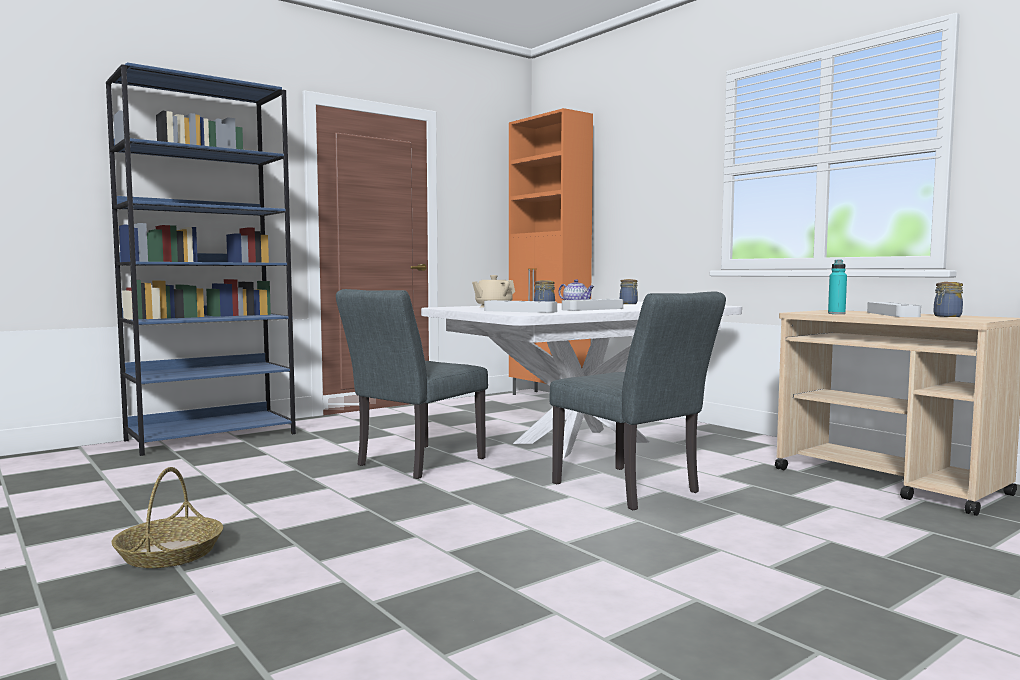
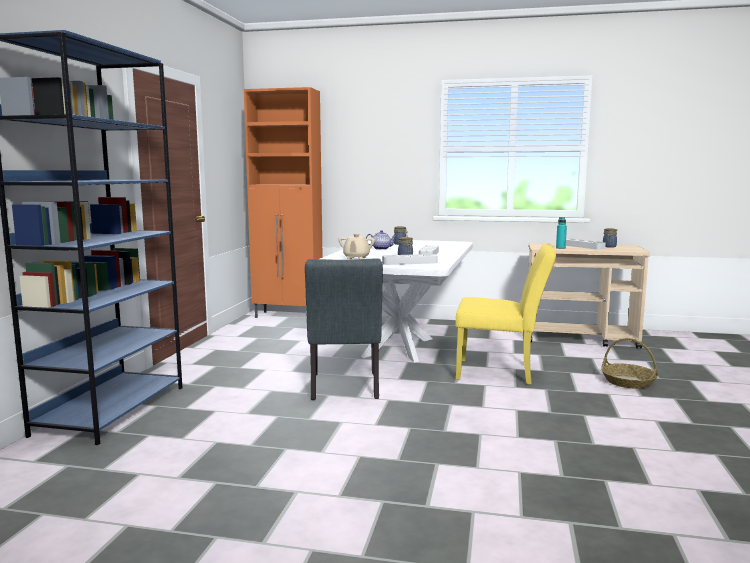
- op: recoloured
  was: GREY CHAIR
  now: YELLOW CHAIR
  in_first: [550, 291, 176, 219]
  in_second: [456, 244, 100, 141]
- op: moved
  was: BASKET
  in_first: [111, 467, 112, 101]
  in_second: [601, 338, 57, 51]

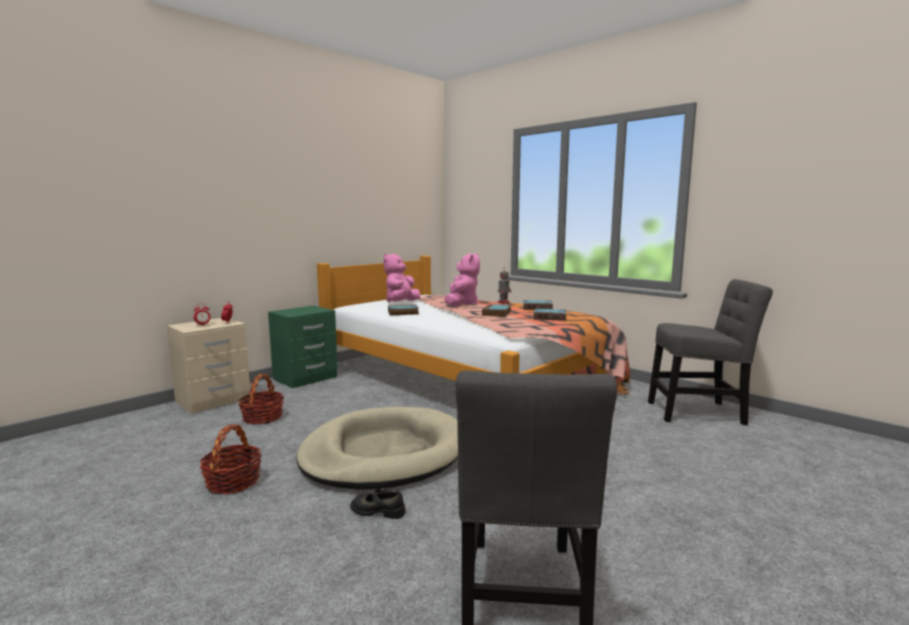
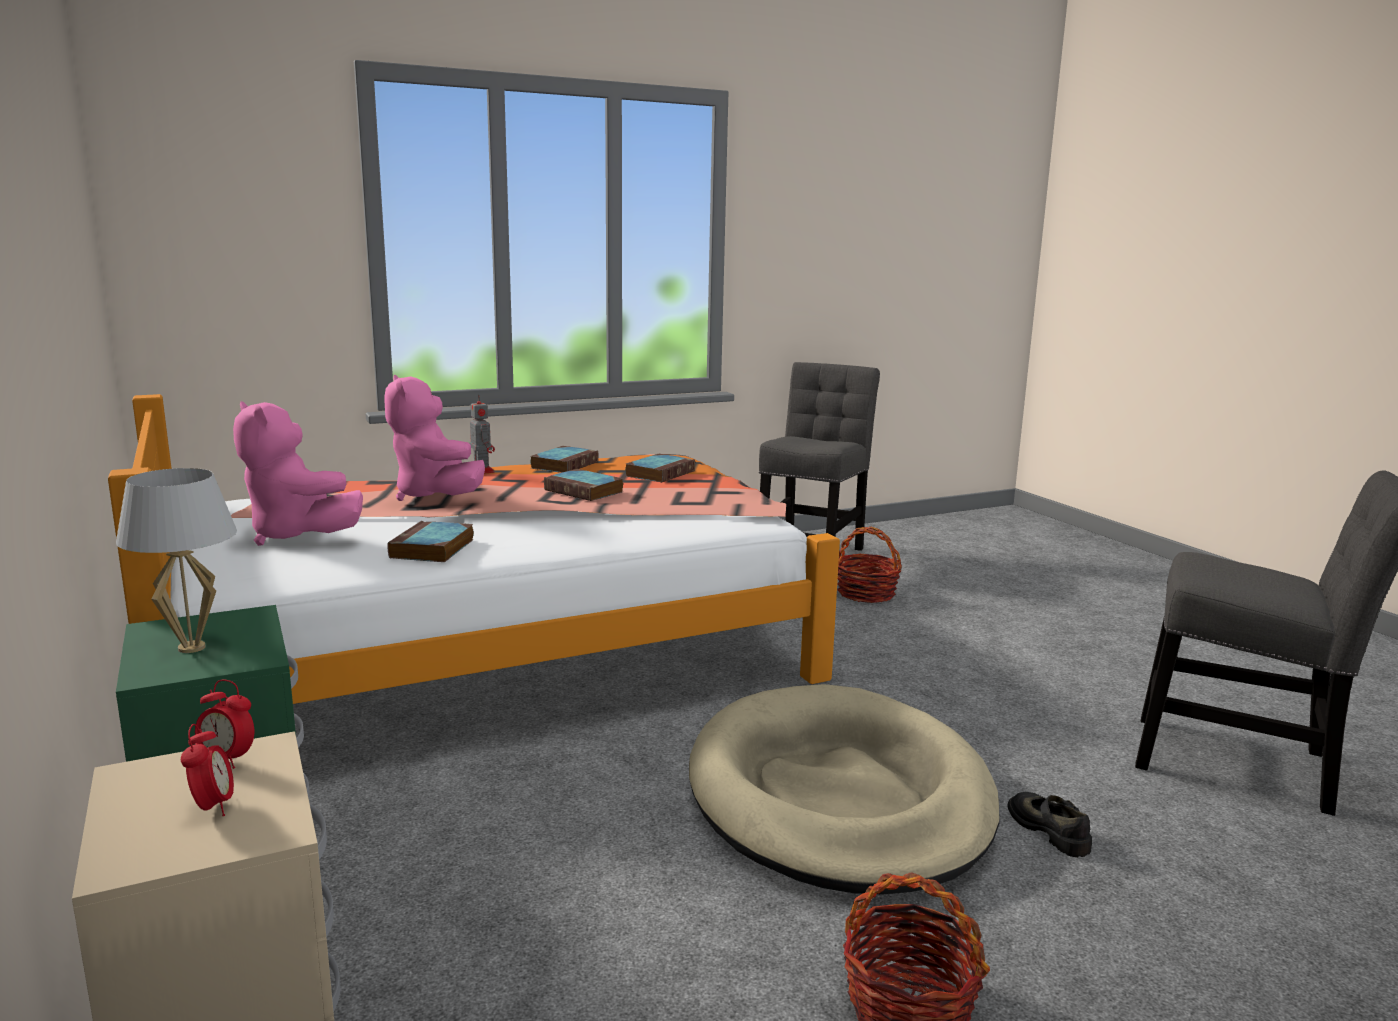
- op: added
  now: WHITE TABLE LAMP
  in_second: [116, 468, 121, 185]
- op: turned
  was: PINK PLUSH TOY
  in_first: [444, 253, 36, 54]
  in_second: [384, 375, 101, 126]
  clockwise: -150
- op: moved
  was: BASKET
  in_first: [238, 374, 46, 51]
  in_second: [837, 527, 65, 76]
- op: turned
  was: BLACK SHOE
  in_first: [350, 489, 55, 30]
  in_second: [1007, 792, 85, 65]
  clockwise: 120

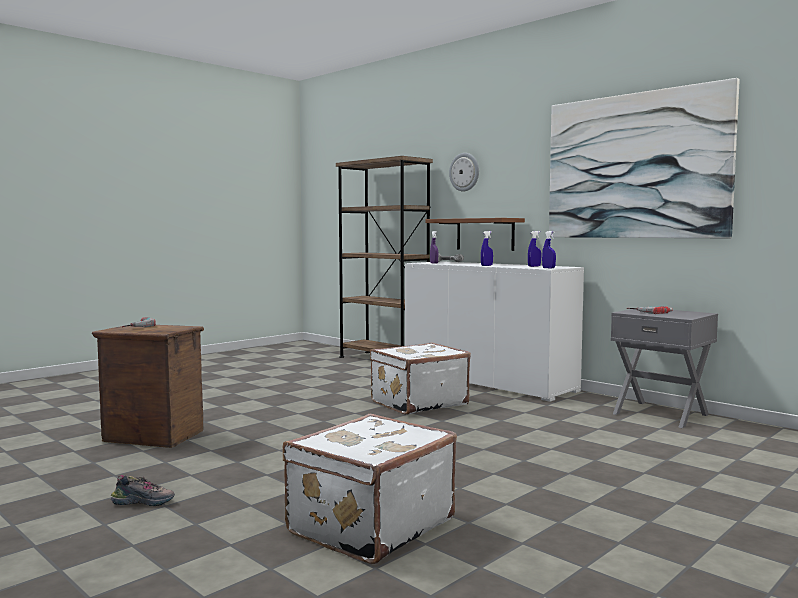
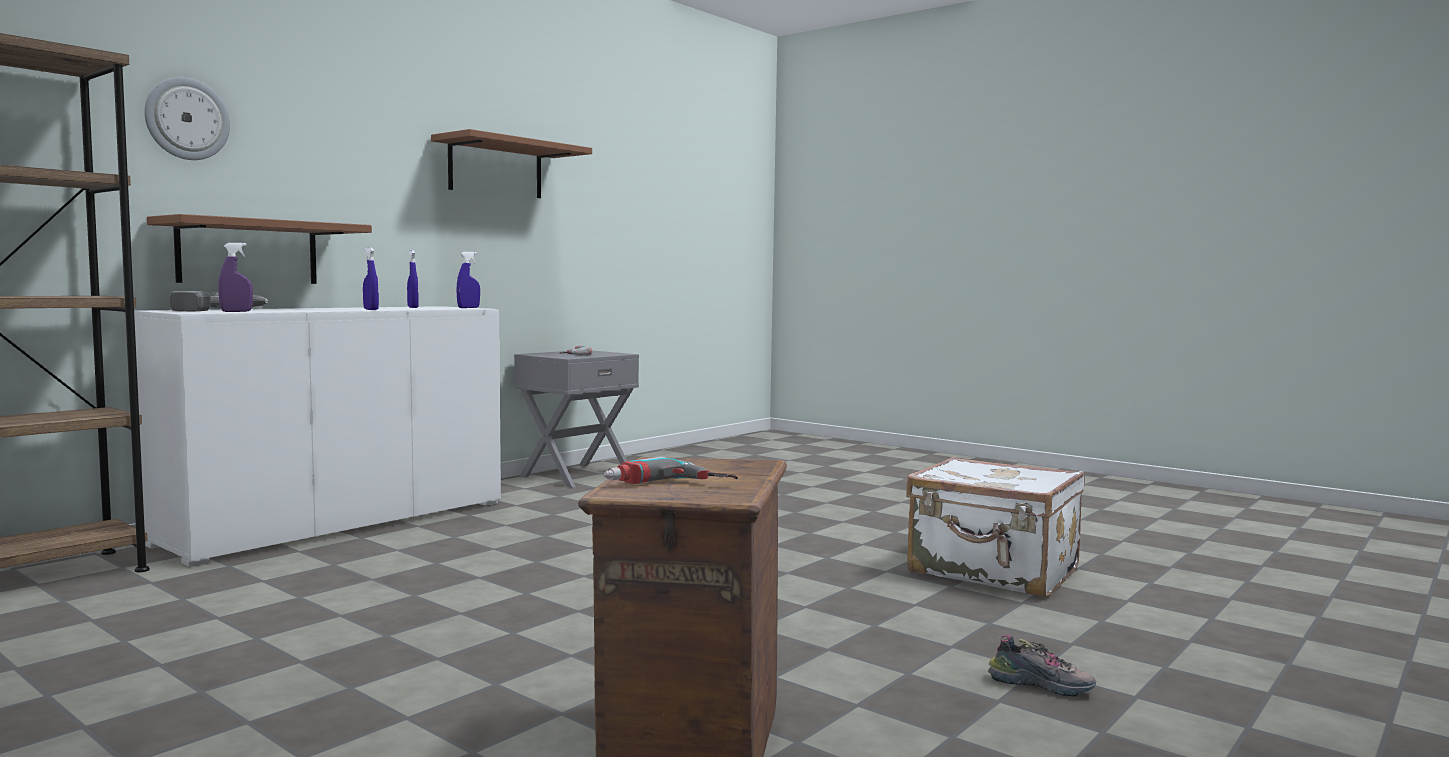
- op: replaced
  was: PICTURE
  now: BROWN SHELF
  in_first: [549, 78, 191, 161]
  in_second: [431, 129, 161, 69]
- op: turned
  was: SHOE
  in_first: [110, 475, 65, 31]
  in_second: [988, 635, 108, 62]
  clockwise: 120
- op: removed
  was: WHITE SUITCASE
  in_first: [370, 342, 101, 73]

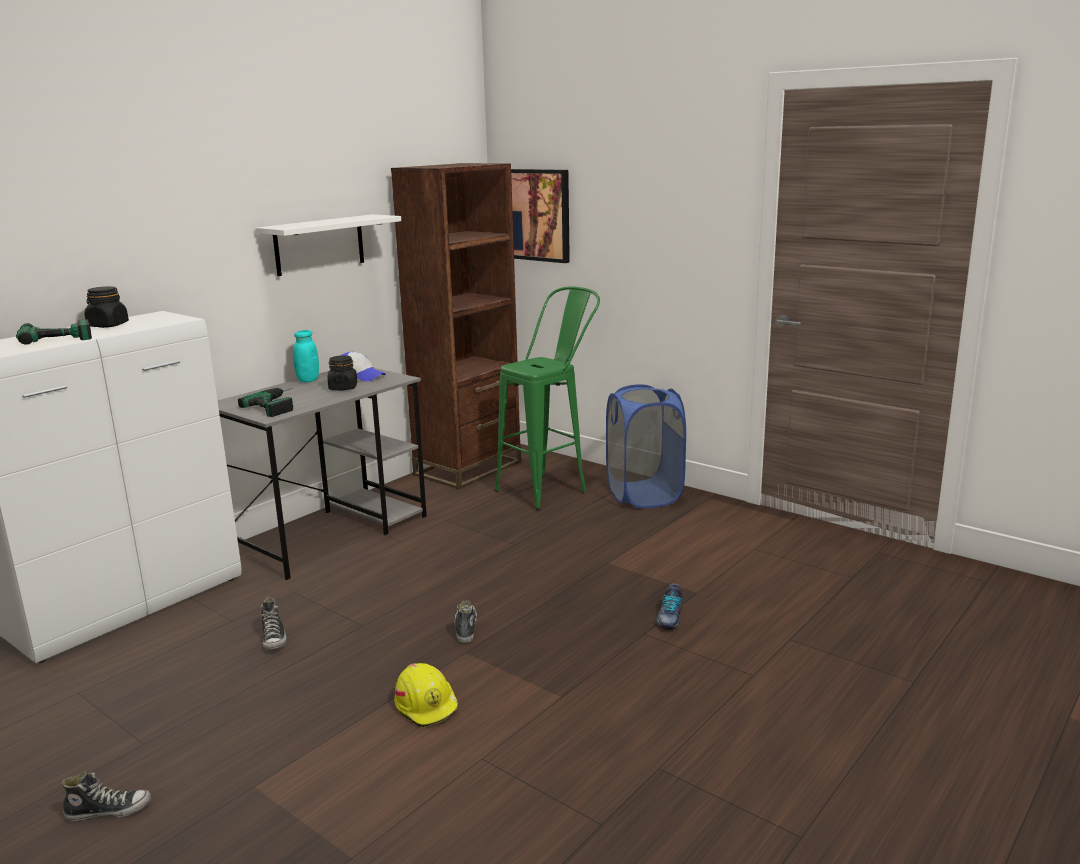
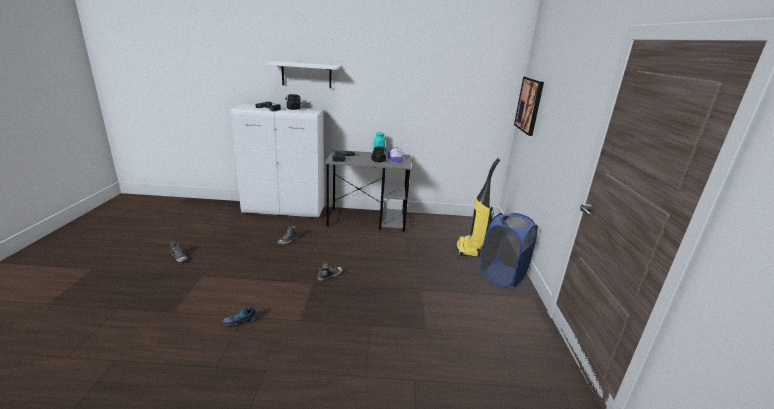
- op: moved
  was: SHOE
  in_first: [656, 584, 26, 46]
  in_second: [222, 306, 36, 21]
- op: moved
  was: WHITE SHELF
  in_first: [256, 214, 145, 62]
  in_second: [267, 61, 73, 27]
- op: replaced
  was: GREEN STOOL
  now: VACUUM CLEANER
  in_first: [494, 286, 106, 224]
  in_second: [456, 158, 44, 99]
- op: removed
  was: BROWN BOOKCASE
  in_first: [391, 163, 130, 326]
- op: removed
  was: YELLOW HARD HAT
  in_first: [394, 663, 65, 65]

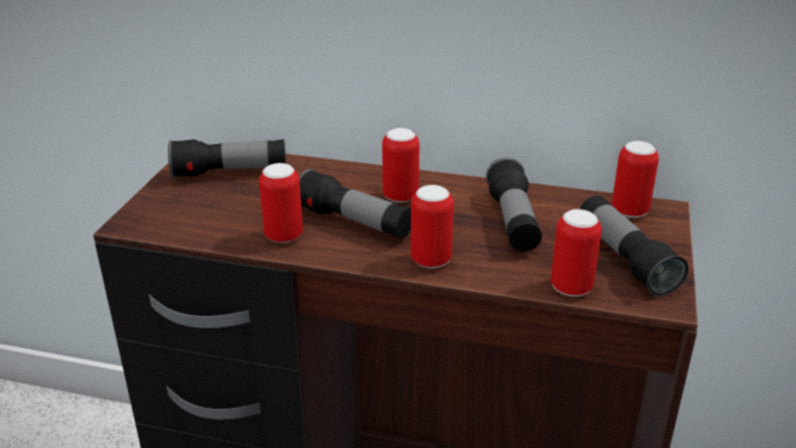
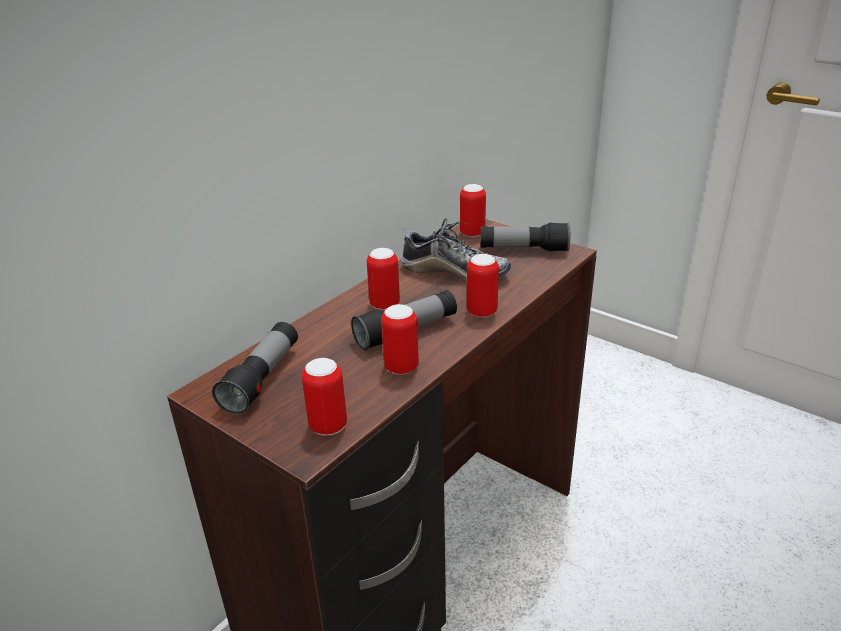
- op: moved
  was: CAN
  in_first: [551, 209, 51, 88]
  in_second: [302, 358, 45, 78]
- op: replaced
  was: FLASHLIGHT
  now: SHOE
  in_first: [486, 158, 56, 94]
  in_second: [401, 218, 110, 63]

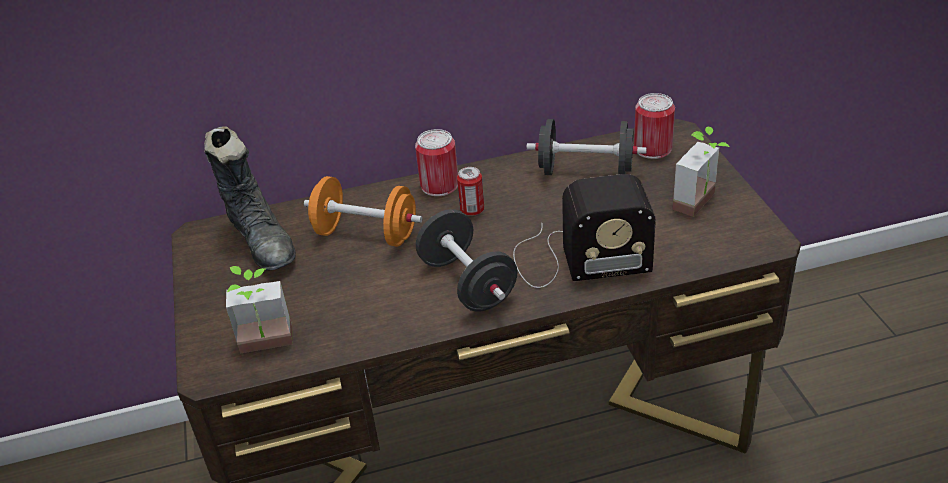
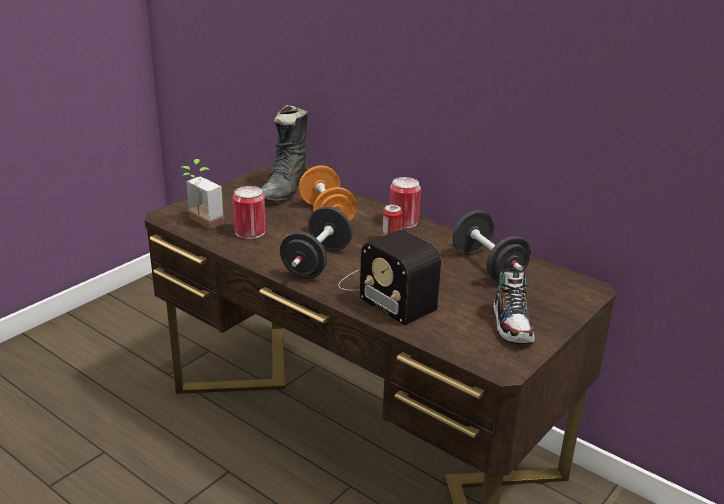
- op: moved
  was: CAN
  in_first: [634, 93, 41, 66]
  in_second: [232, 186, 34, 53]
- op: replaced
  was: POTTED PLANT
  now: SHOE
  in_first: [673, 126, 57, 91]
  in_second: [494, 268, 41, 76]

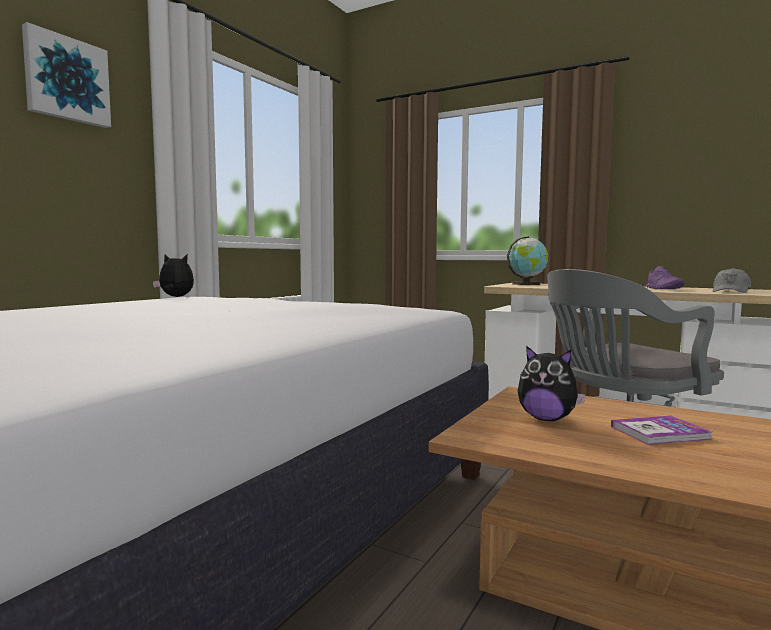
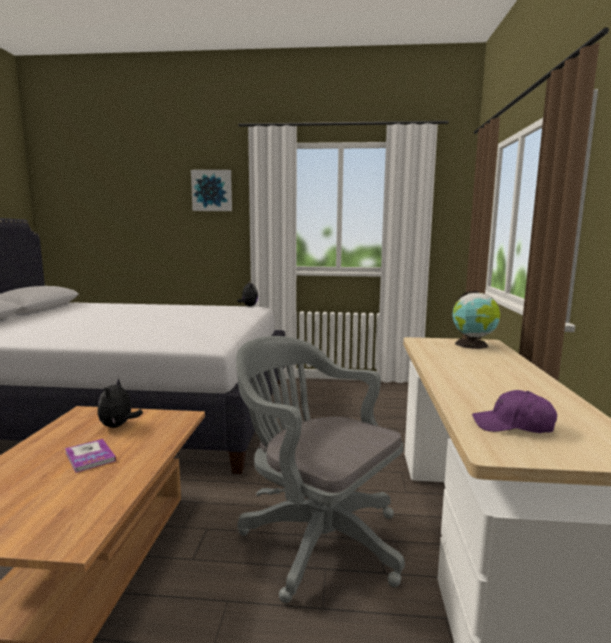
- op: recoloured
  was: GREY CAP
  now: PURPLE CAP
  in_first: [712, 268, 39, 25]
  in_second: [472, 390, 85, 43]
- op: removed
  was: PURPLE SHOE
  in_first: [646, 266, 39, 23]

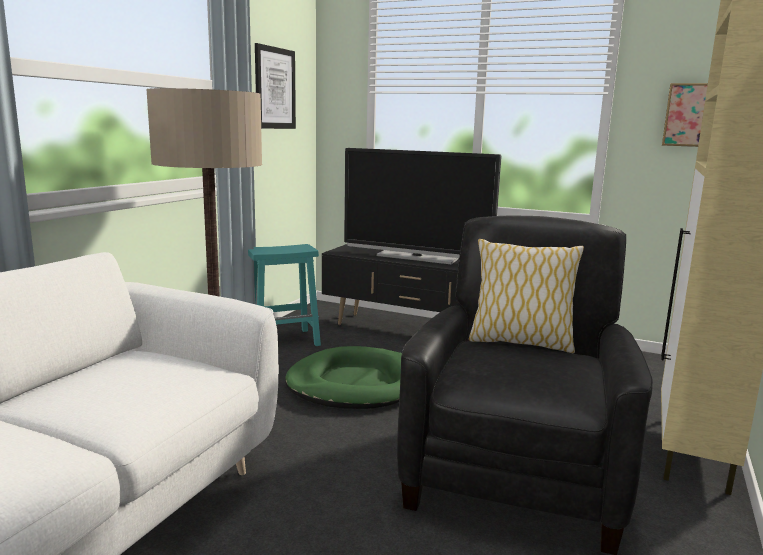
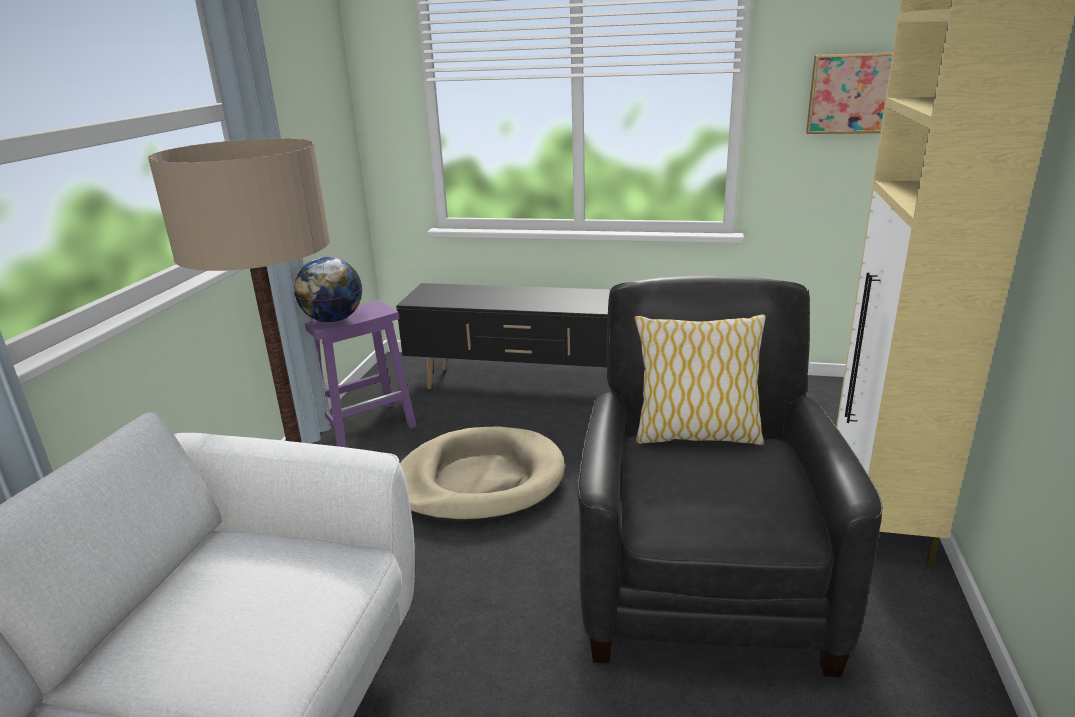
- op: added
  now: GLOBE
  in_second: [294, 257, 68, 65]
- op: recoloured
  was: TURQUOISE STOOL
  now: PURPLE STOOL
  in_first: [248, 244, 73, 102]
  in_second: [305, 300, 112, 147]
- op: recoloured
  was: GREEN DOG BED
  now: BEIGE DOG BED
  in_first: [285, 346, 117, 63]
  in_second: [400, 427, 165, 98]
- op: removed
  was: PICTURE
  in_first: [255, 43, 41, 86]
- op: removed
  was: TELEVISION
  in_first: [344, 148, 158, 116]

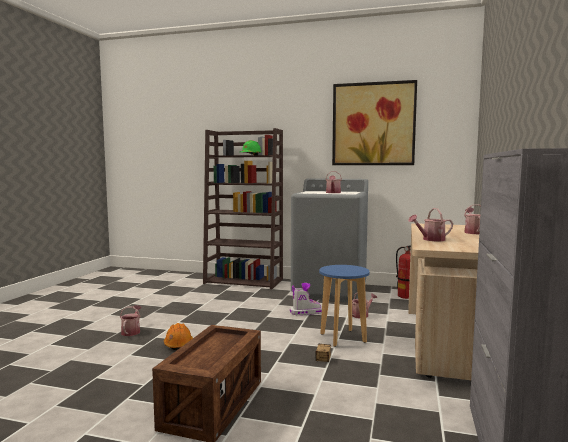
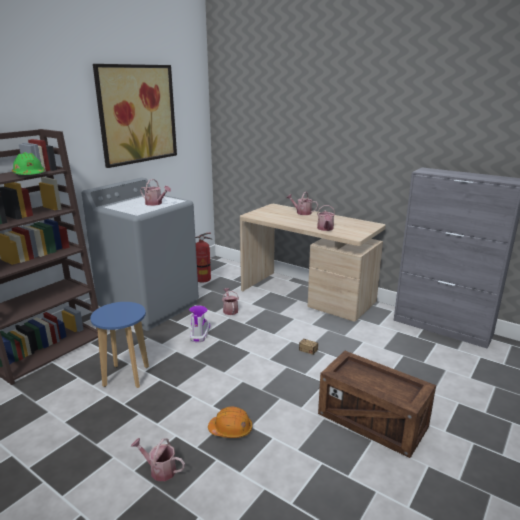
- op: moved
  was: BLUE STOOL
  in_first: [319, 265, 51, 82]
  in_second: [90, 302, 59, 86]

